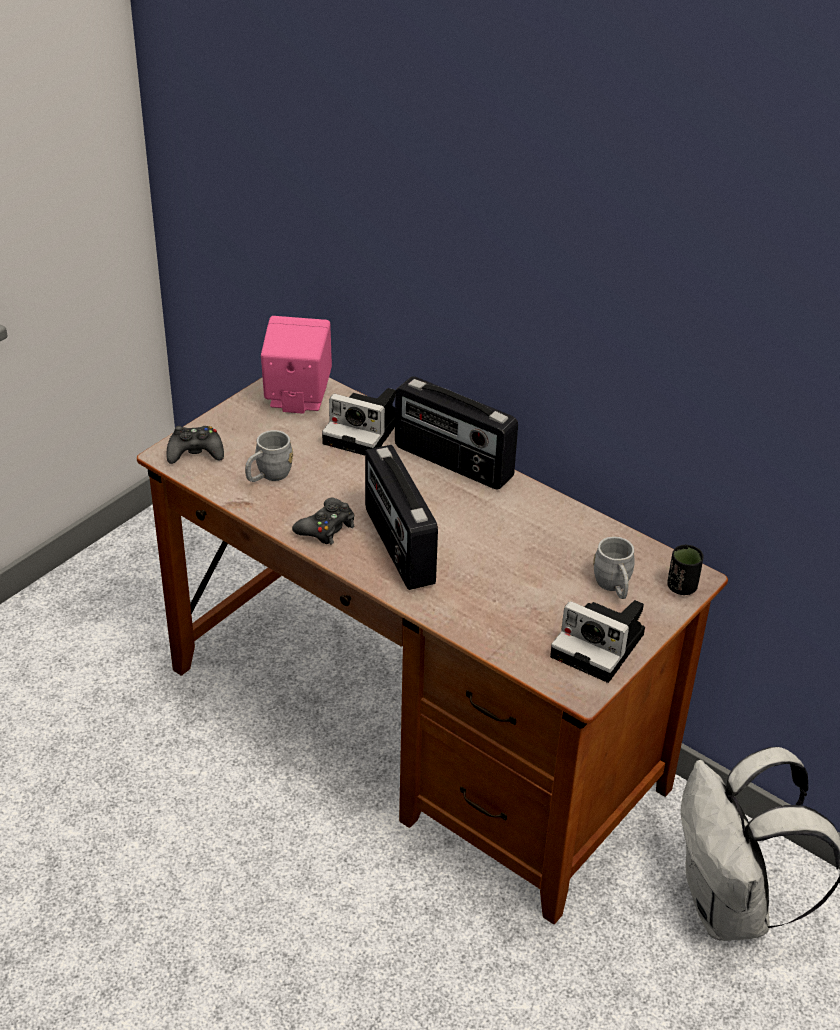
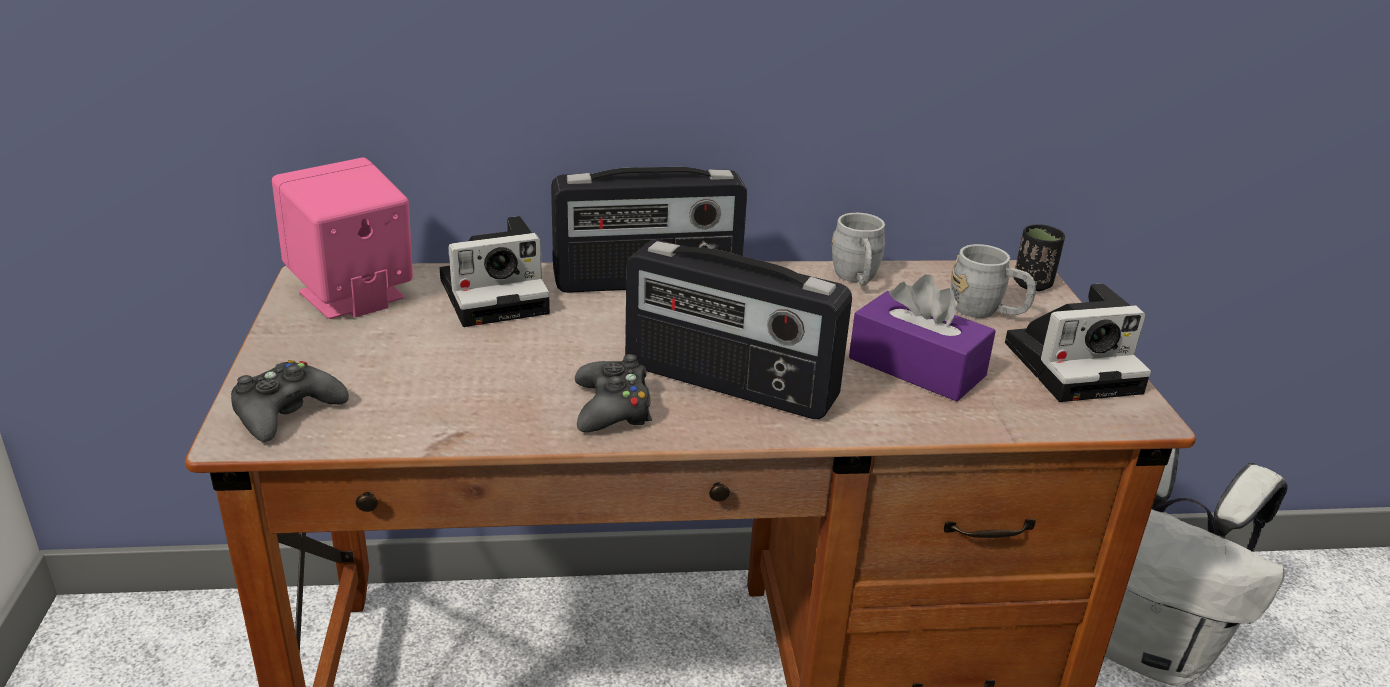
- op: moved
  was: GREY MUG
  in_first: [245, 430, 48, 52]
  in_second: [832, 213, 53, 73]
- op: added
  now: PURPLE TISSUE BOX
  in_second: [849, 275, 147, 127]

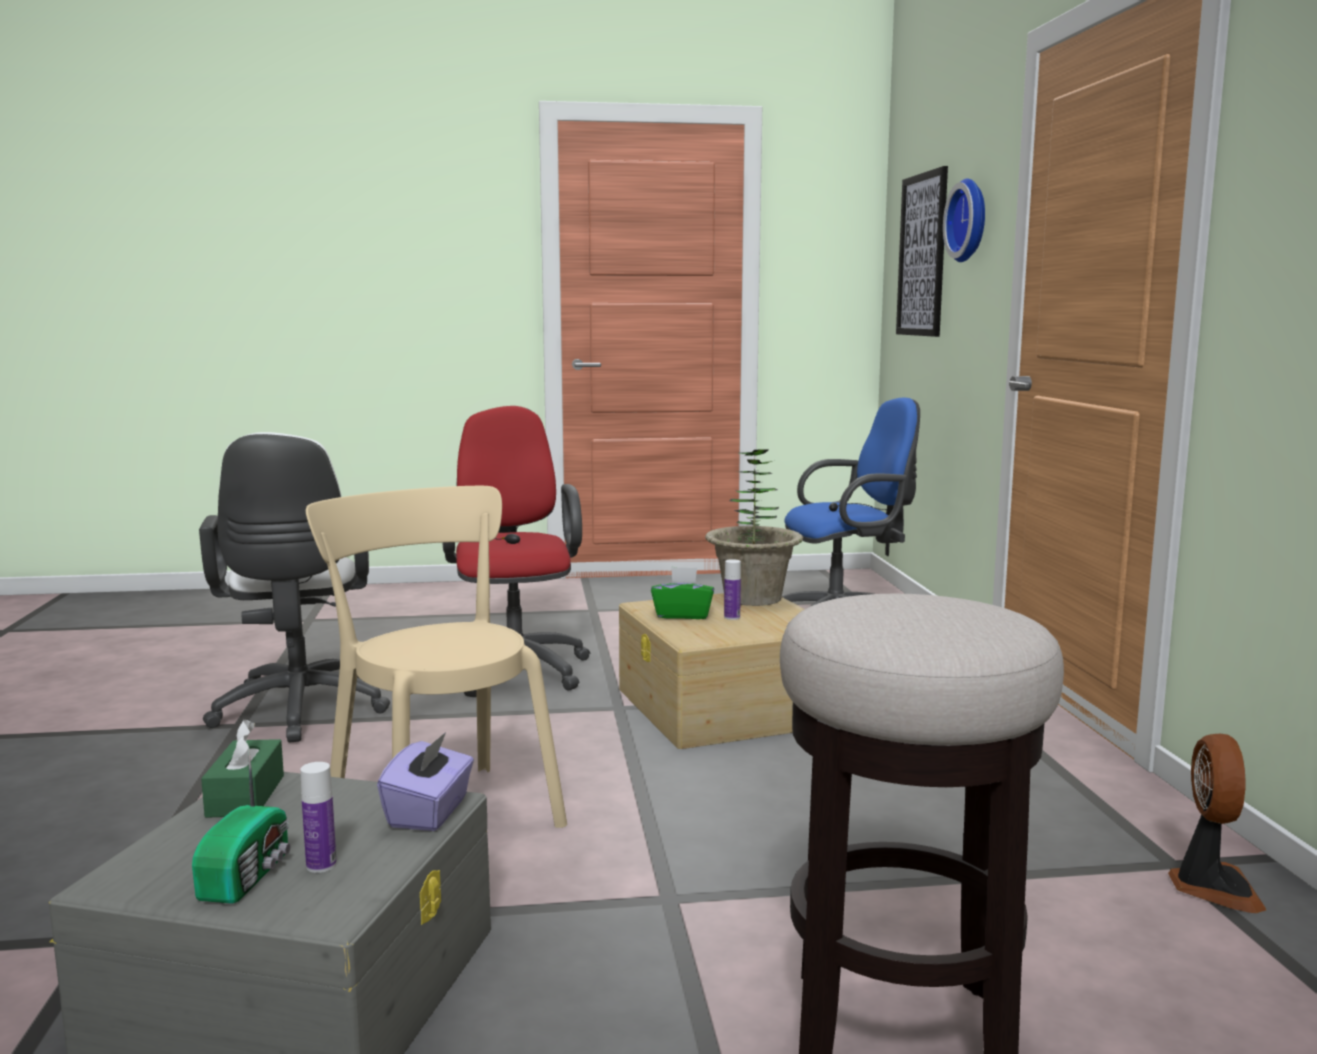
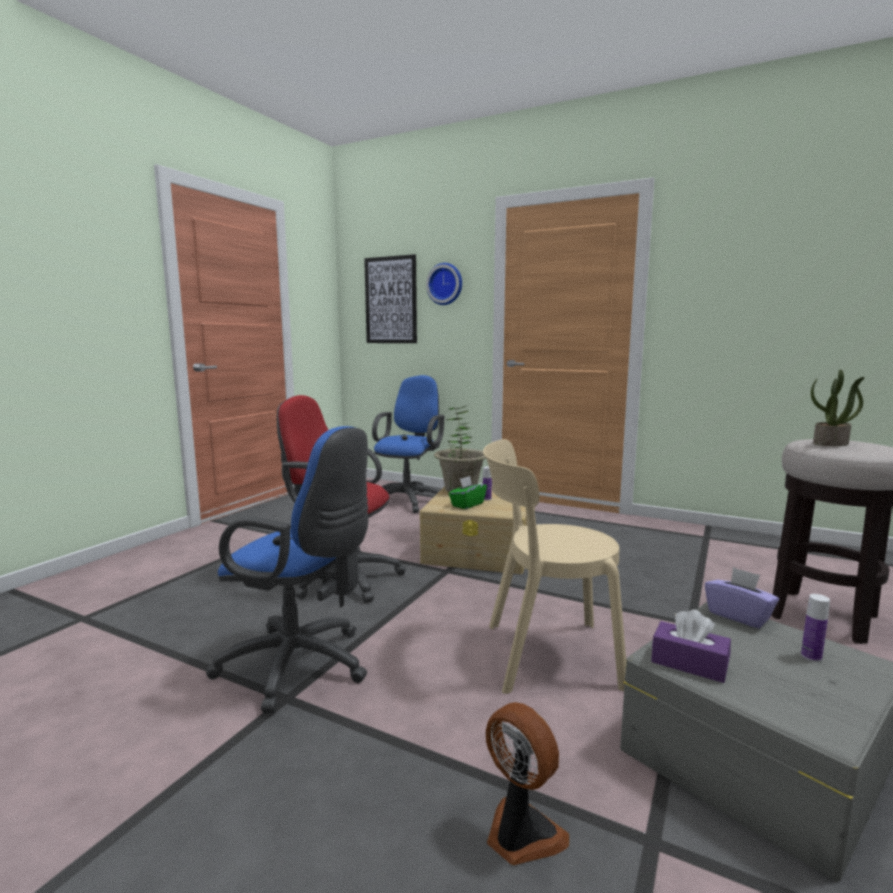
- op: recoloured
  was: WHITE OFFICE CHAIR
  now: BLUE OFFICE CHAIR
  in_first: [199, 432, 191, 310]
  in_second: [206, 426, 162, 288]
- op: moved
  was: FAN
  in_first: [1168, 734, 98, 179]
  in_second: [486, 702, 83, 163]
- op: recoloured
  was: GREEN TISSUE BOX
  now: PURPLE TISSUE BOX
  in_first: [201, 719, 83, 99]
  in_second: [651, 610, 80, 73]
- op: added
  now: POTTED PLANT
  in_second: [811, 369, 54, 77]
- op: removed
  was: RADIO
  in_first: [192, 747, 99, 157]

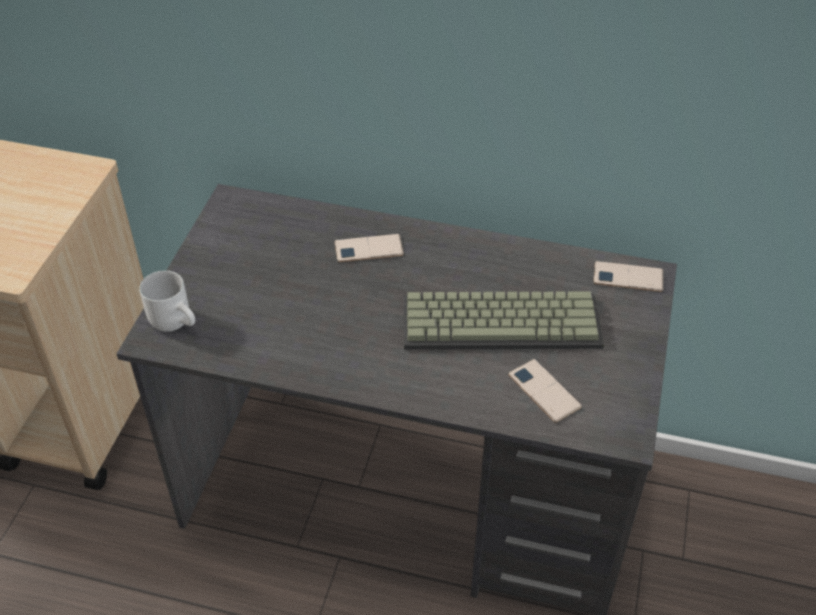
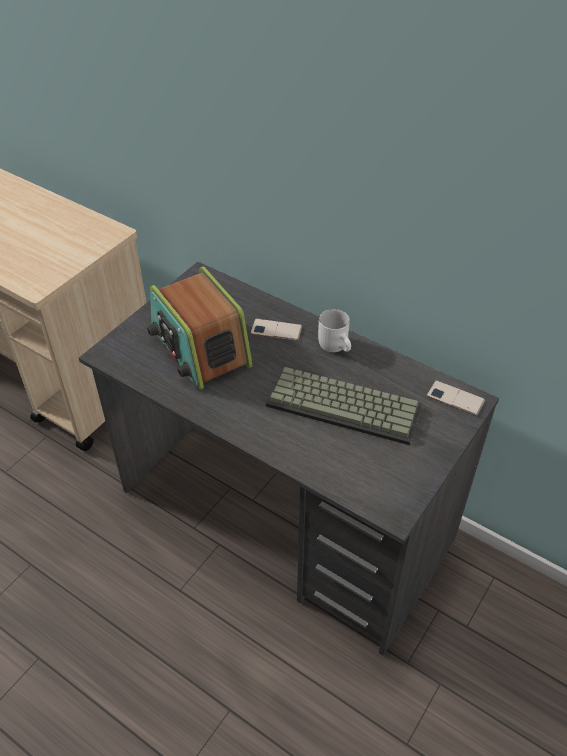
- op: added
  now: RADIO
  in_second: [147, 266, 105, 124]
- op: moved
  was: WHITE MUG
  in_first: [139, 270, 56, 62]
  in_second: [318, 309, 33, 43]
- op: removed
  was: PHONE
  in_first: [508, 359, 74, 64]

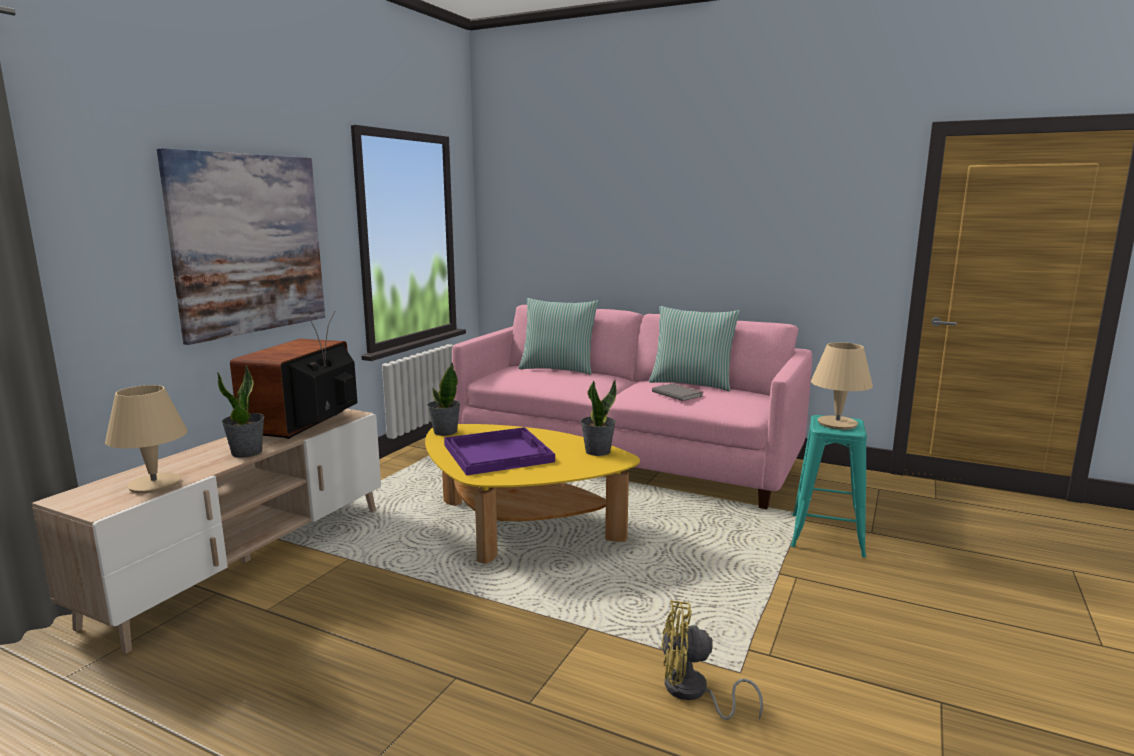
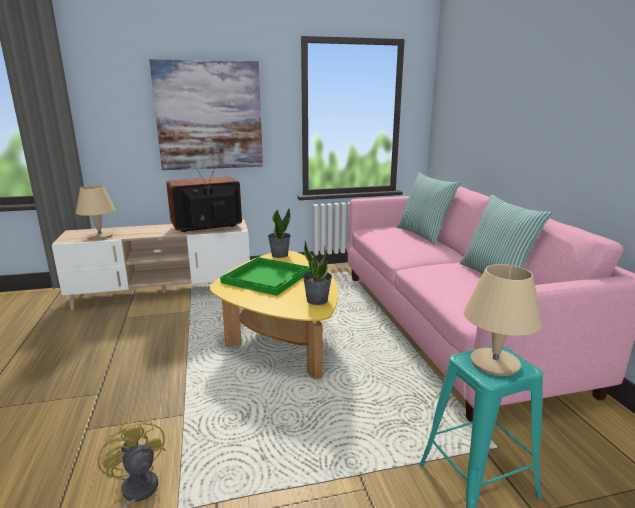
- op: recoloured
  was: PURPLE TRAY
  now: GREEN TRAY
  in_first: [444, 427, 111, 49]
  in_second: [220, 257, 90, 39]
- op: removed
  was: POTTED PLANT
  in_first: [217, 365, 48, 93]
- op: removed
  was: GREY BOOK
  in_first: [652, 383, 51, 18]

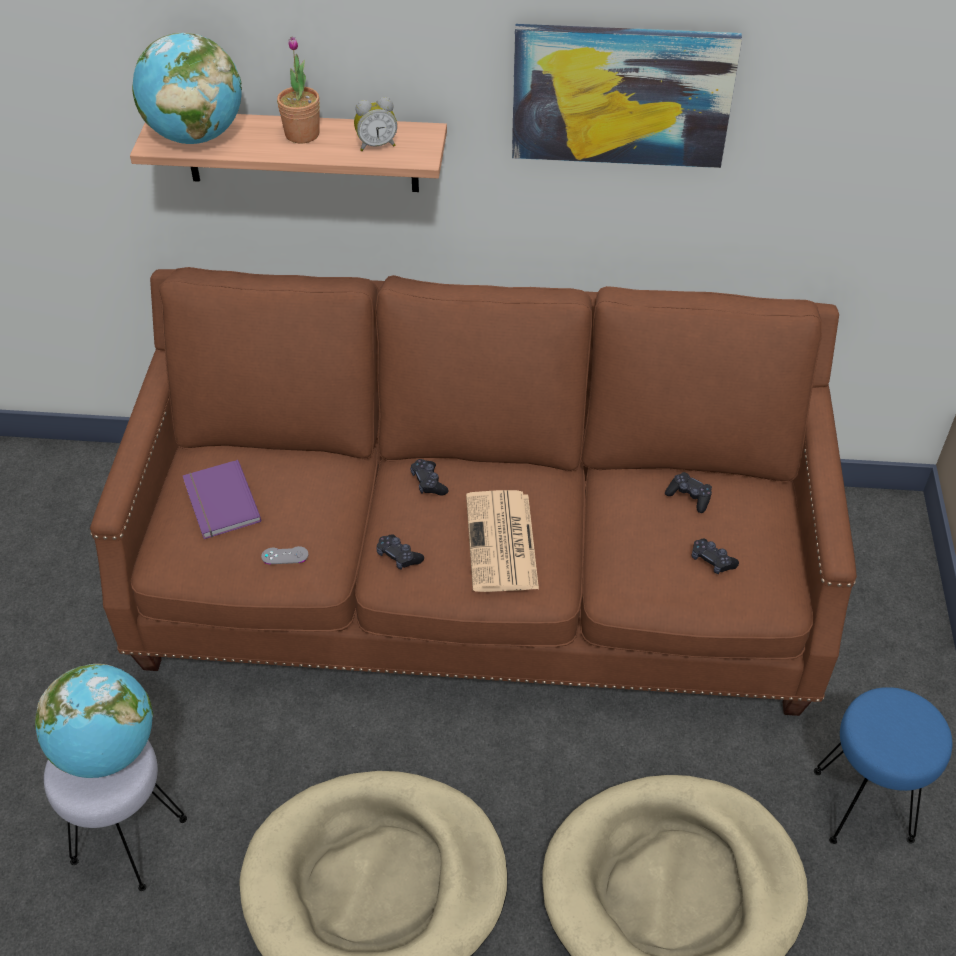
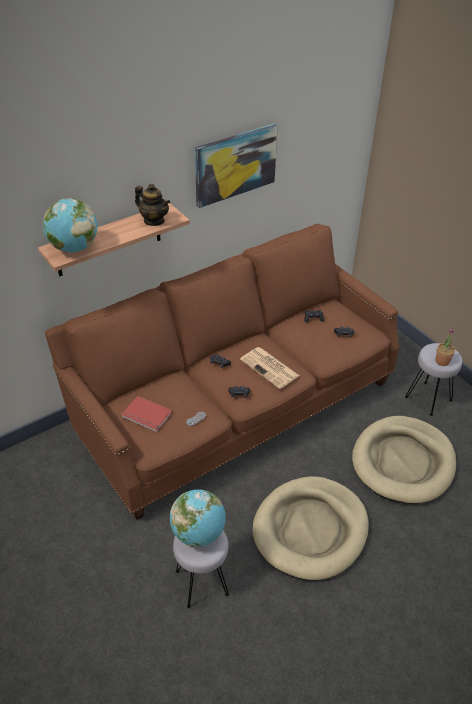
- op: recoloured
  was: PURPLE BOOK
  now: RED BOOK
  in_first: [183, 460, 78, 79]
  in_second: [121, 396, 51, 36]
- op: replaced
  was: ALARM CLOCK
  now: TEAPOT
  in_first: [354, 97, 43, 54]
  in_second: [135, 184, 35, 42]
- op: recoloured
  was: BLUE STOOL
  now: GREY STOOL
  in_first: [814, 687, 138, 157]
  in_second: [405, 343, 57, 73]
- op: moved
  was: POTTED PLANT
  in_first: [277, 36, 43, 107]
  in_second: [435, 328, 20, 38]

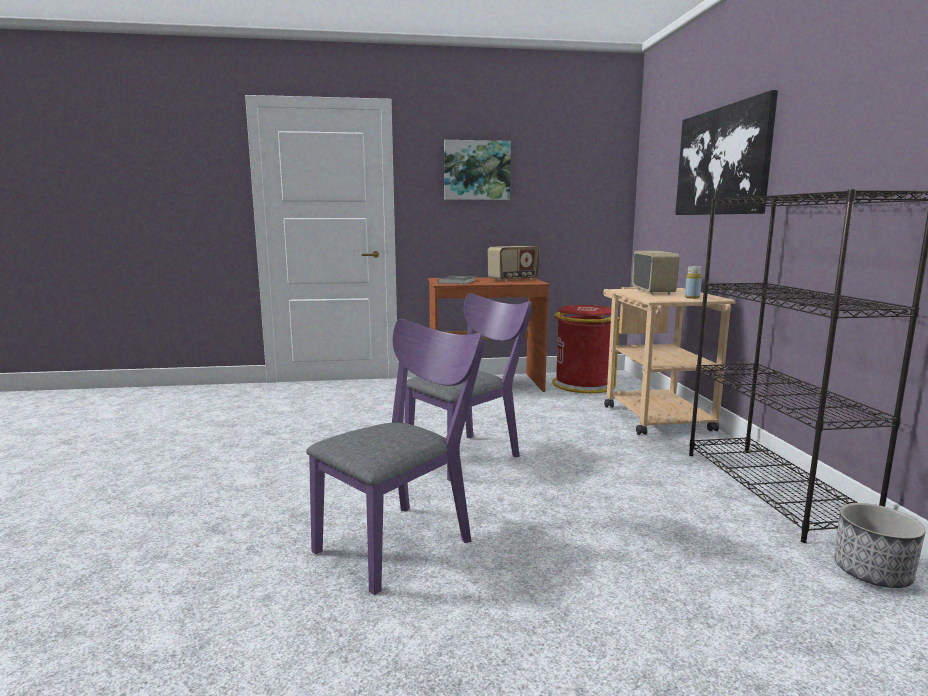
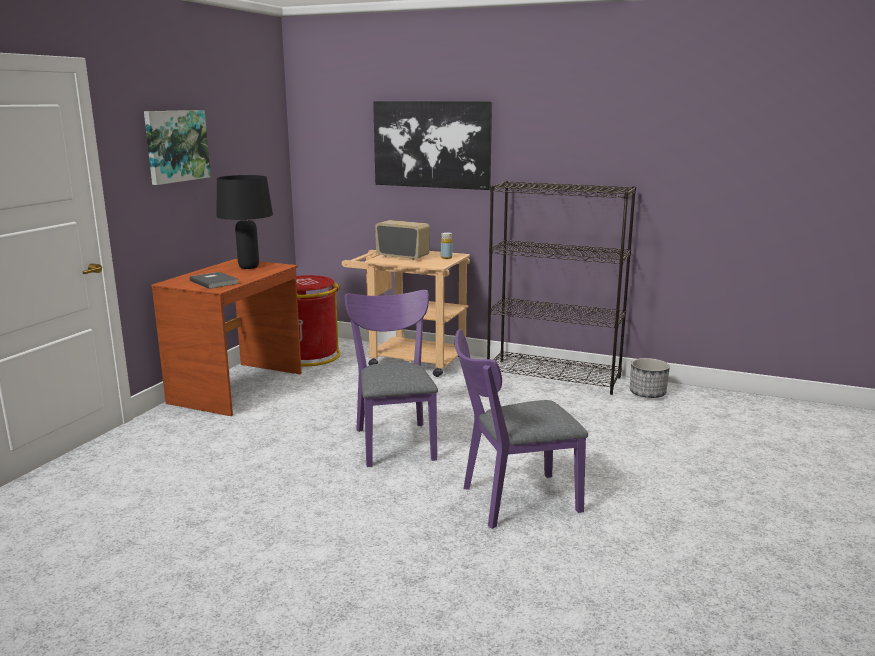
- op: replaced
  was: RADIO
  now: BLACK TABLE LAMP
  in_first: [488, 246, 51, 36]
  in_second: [217, 175, 56, 94]
- op: turned
  was: PURPLE CHAIR
  in_first: [306, 319, 179, 276]
  in_second: [454, 329, 134, 200]
  clockwise: -90

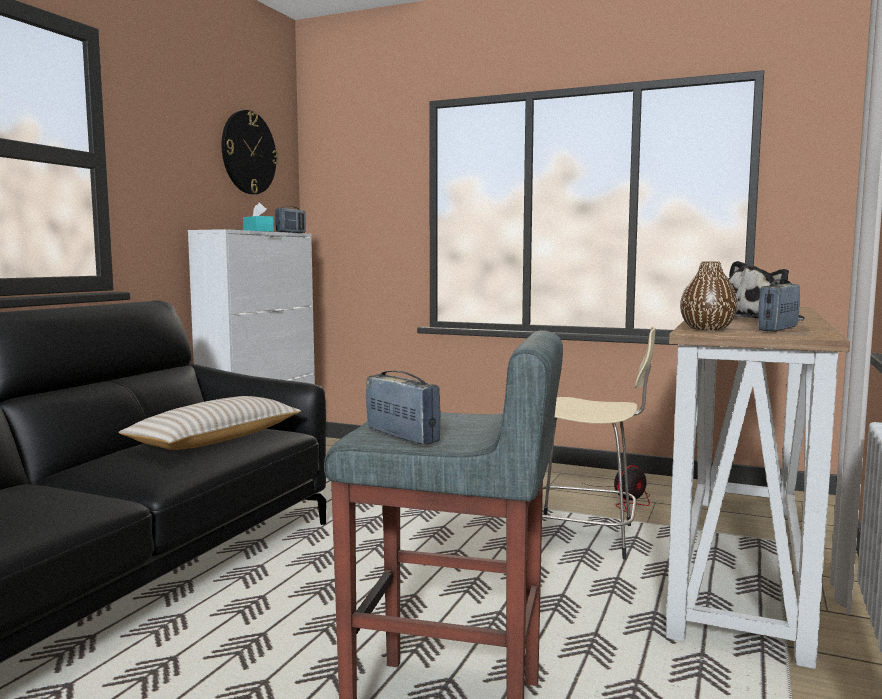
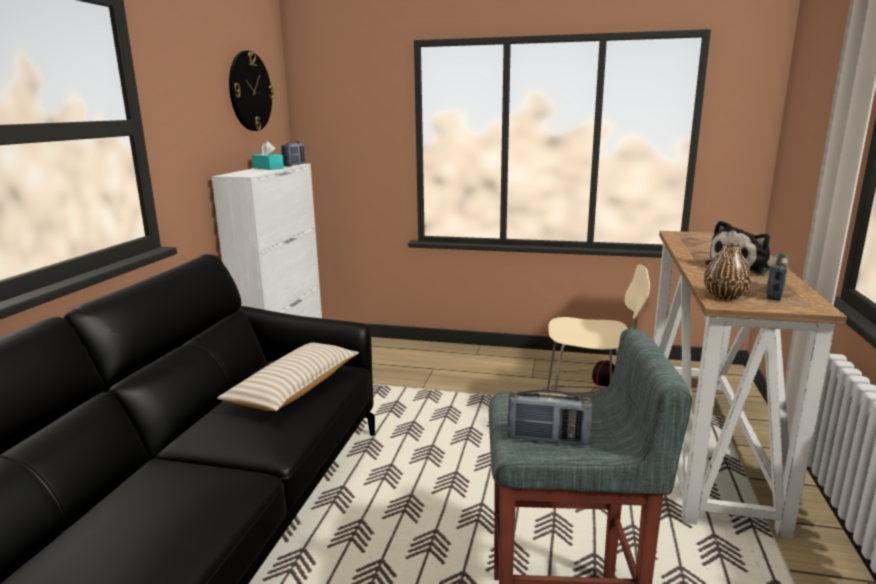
- op: turned
  was: RADIO
  in_first: [366, 371, 75, 74]
  in_second: [508, 390, 84, 55]
  clockwise: 150

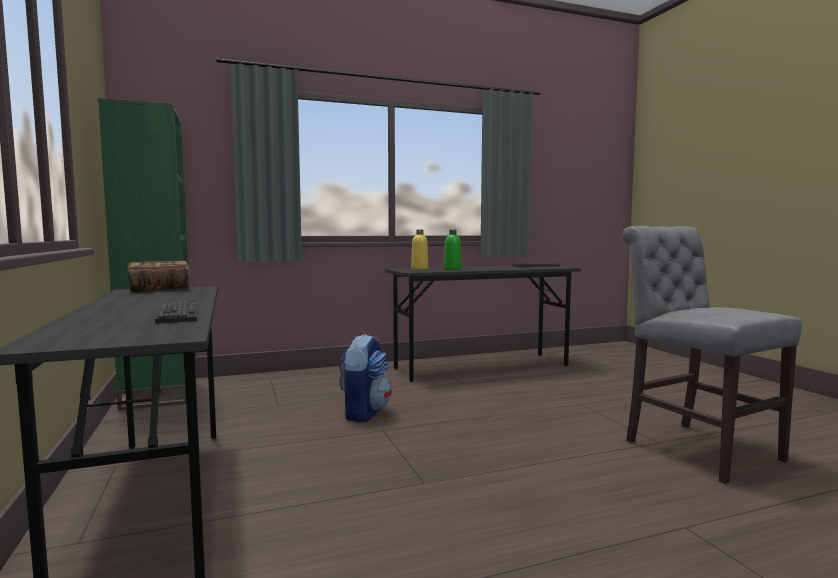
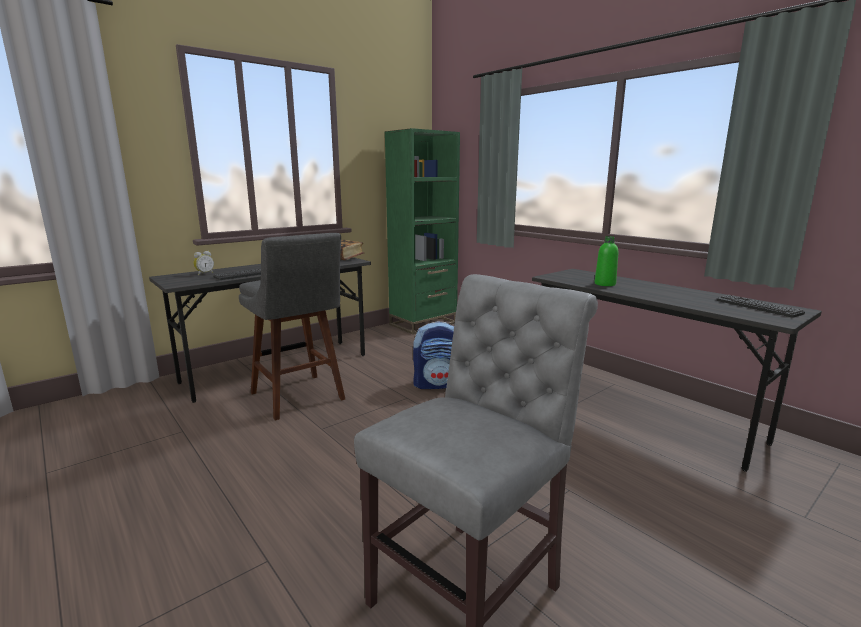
- op: added
  now: ALARM CLOCK
  in_second: [193, 251, 21, 24]
- op: added
  now: GREY STOOL
  in_second: [239, 233, 106, 188]
- op: removed
  was: YELLOW BOTTLE
  in_first: [411, 230, 17, 40]

